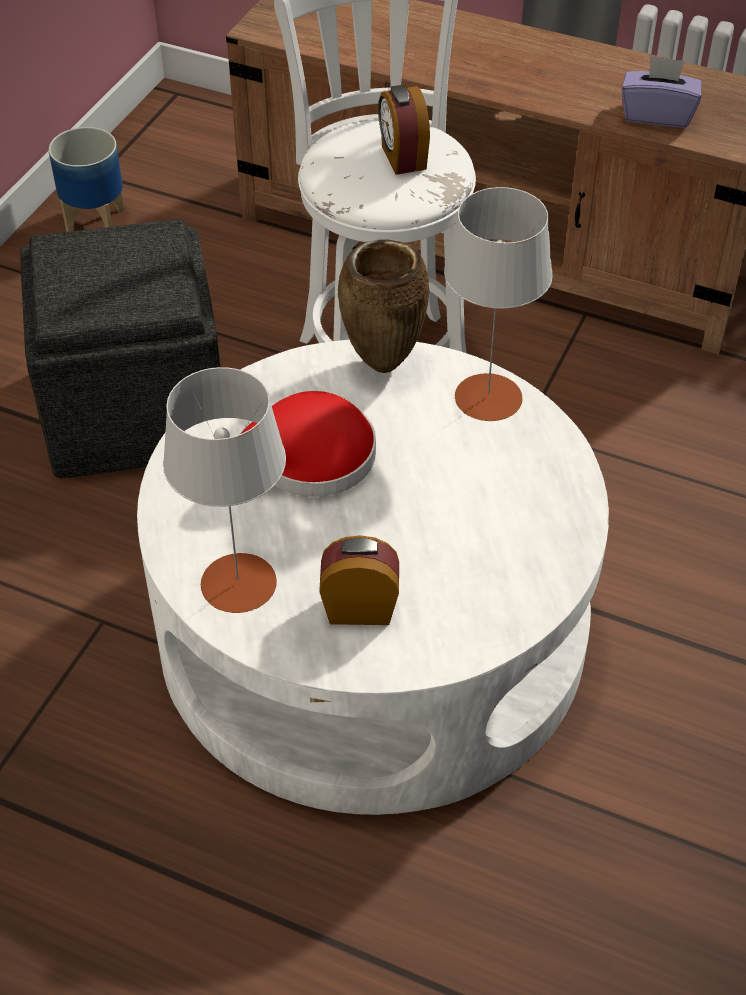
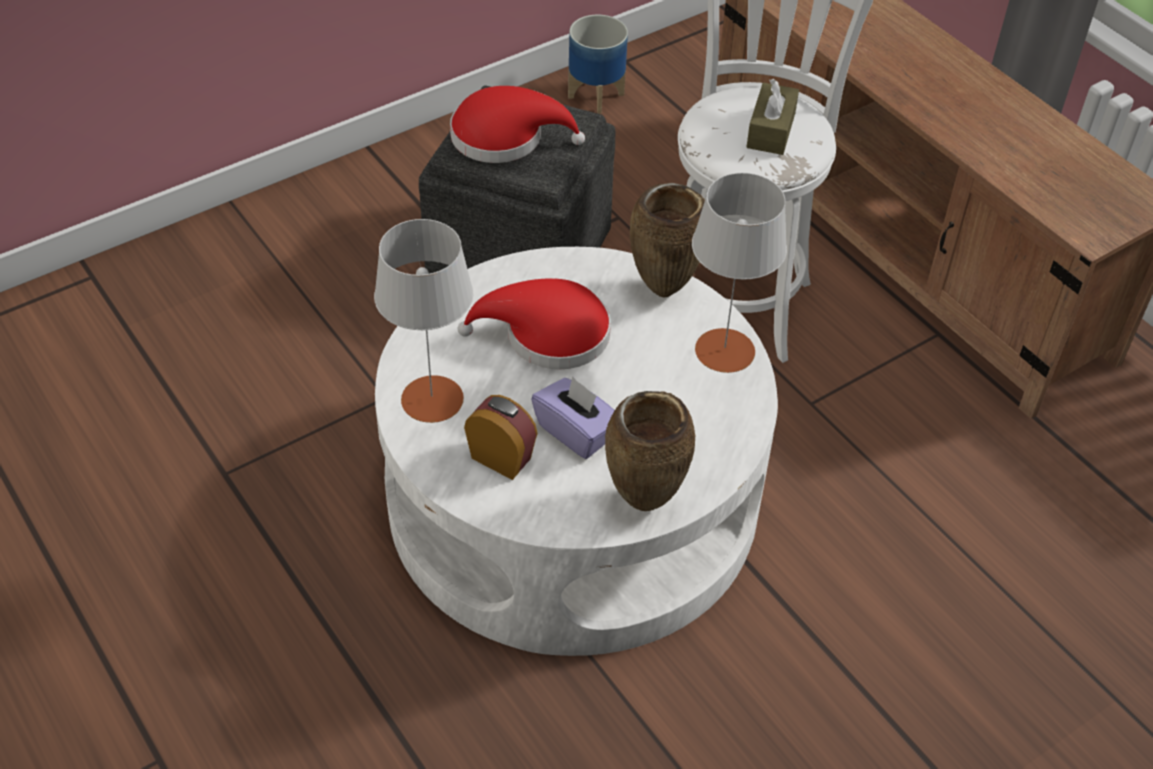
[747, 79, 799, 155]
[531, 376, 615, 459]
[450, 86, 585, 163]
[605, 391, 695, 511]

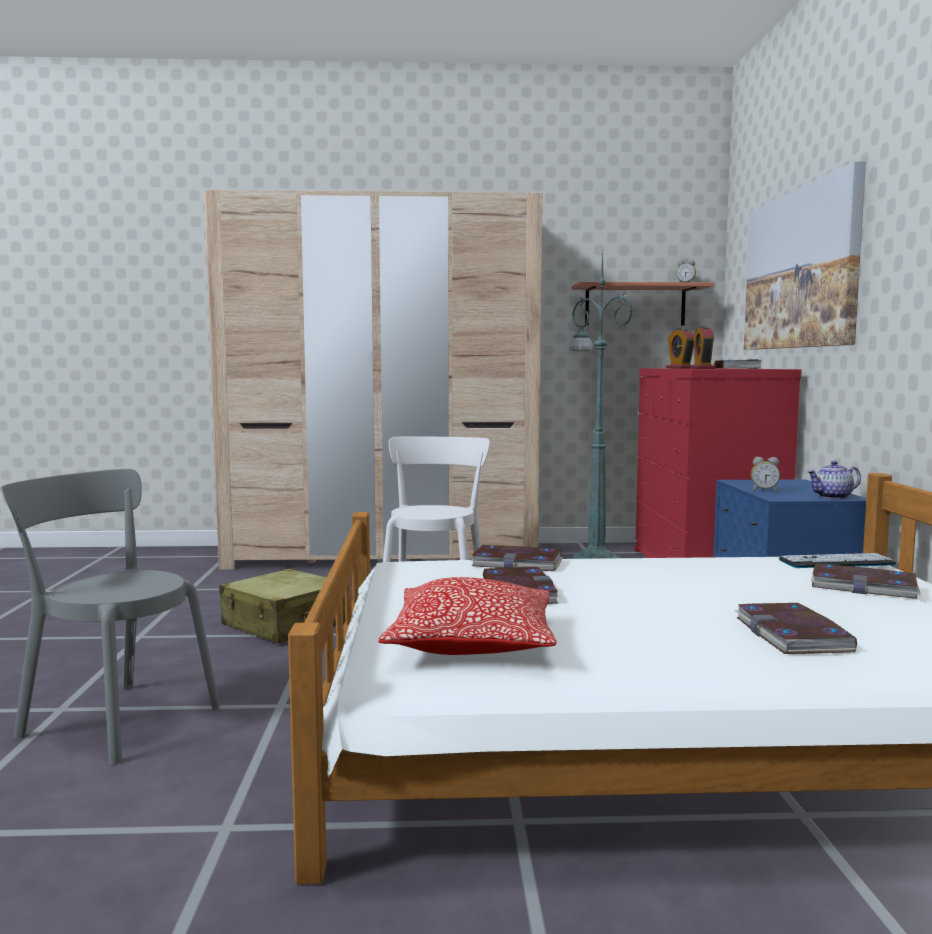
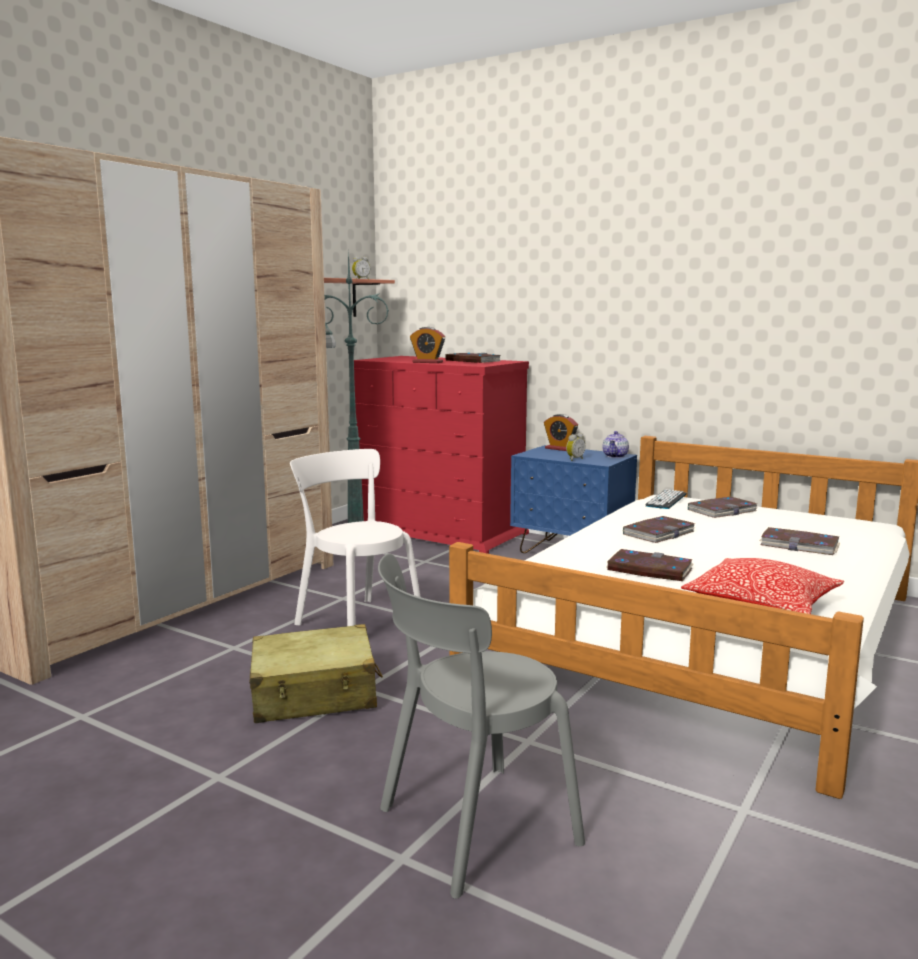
[623, 516, 696, 543]
[544, 414, 578, 451]
[744, 161, 866, 350] (first image)

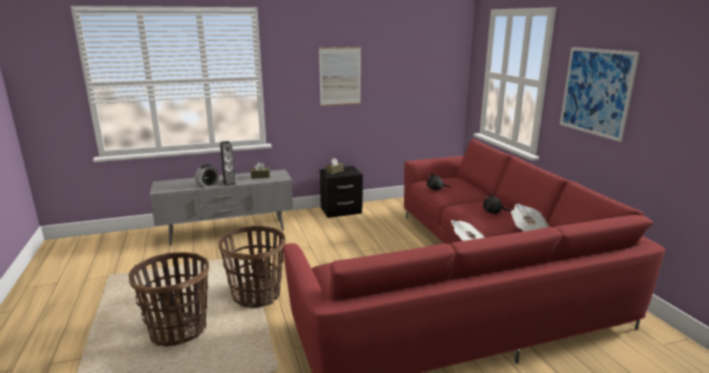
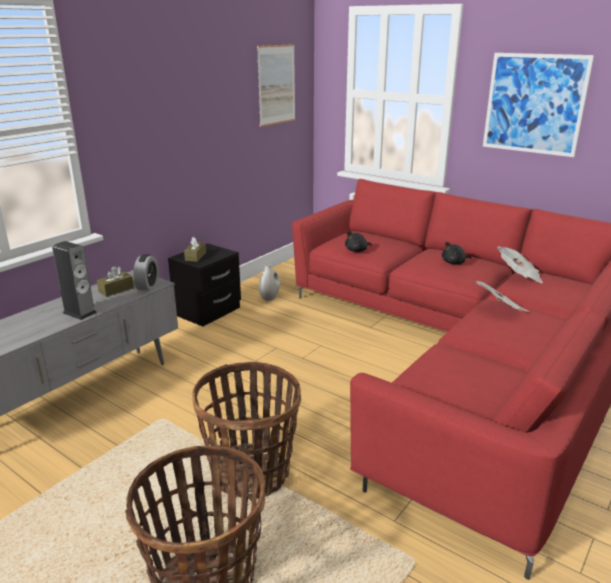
[133, 254, 158, 290]
[257, 44, 295, 127]
[259, 264, 280, 301]

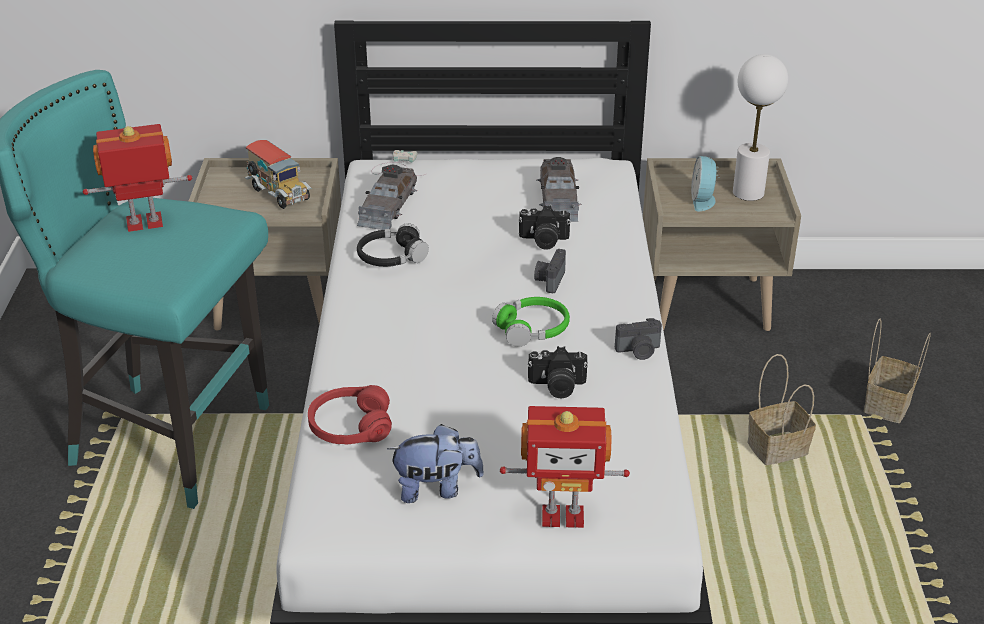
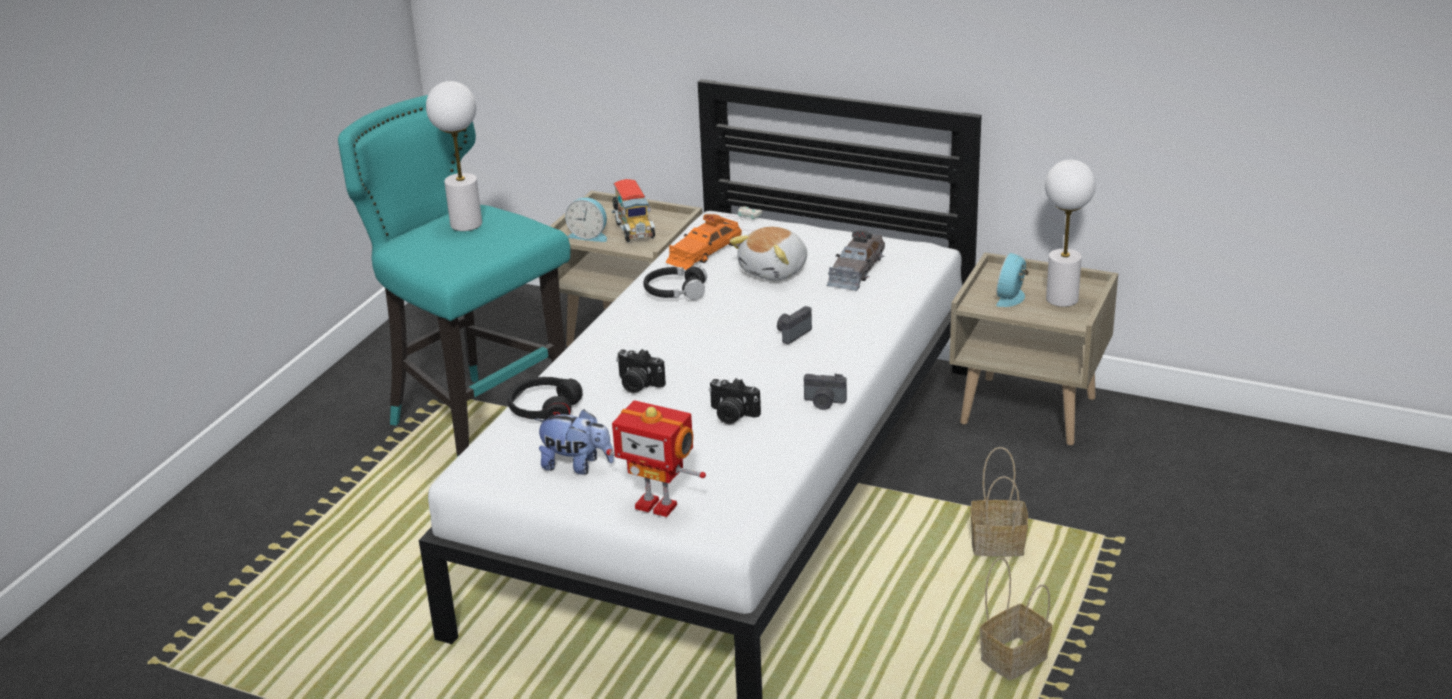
[426, 81, 482, 231]
[508, 377, 583, 420]
[665, 214, 742, 270]
[492, 297, 570, 347] (first image)
[616, 349, 666, 393]
[980, 557, 1052, 680]
[565, 198, 607, 242]
[730, 227, 807, 281]

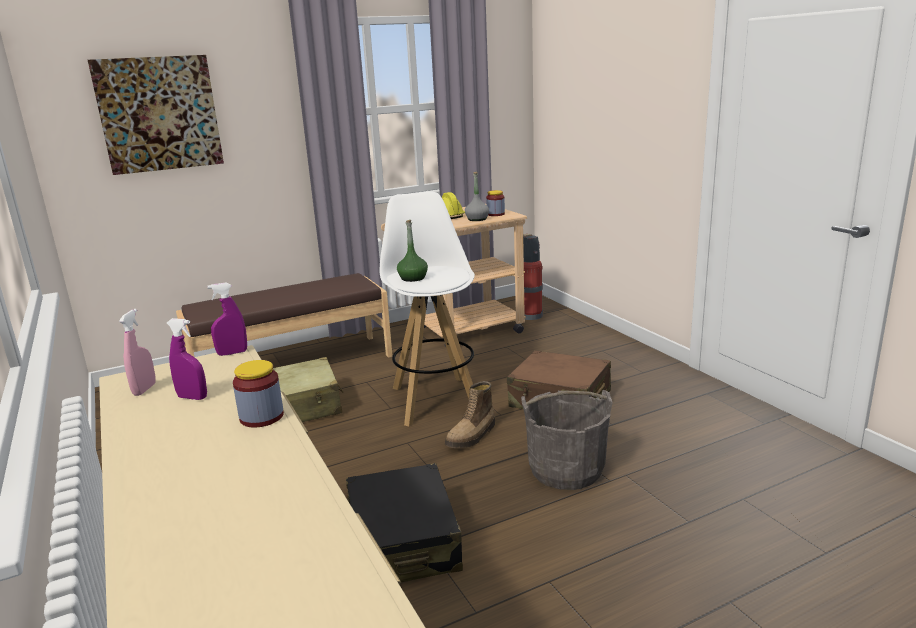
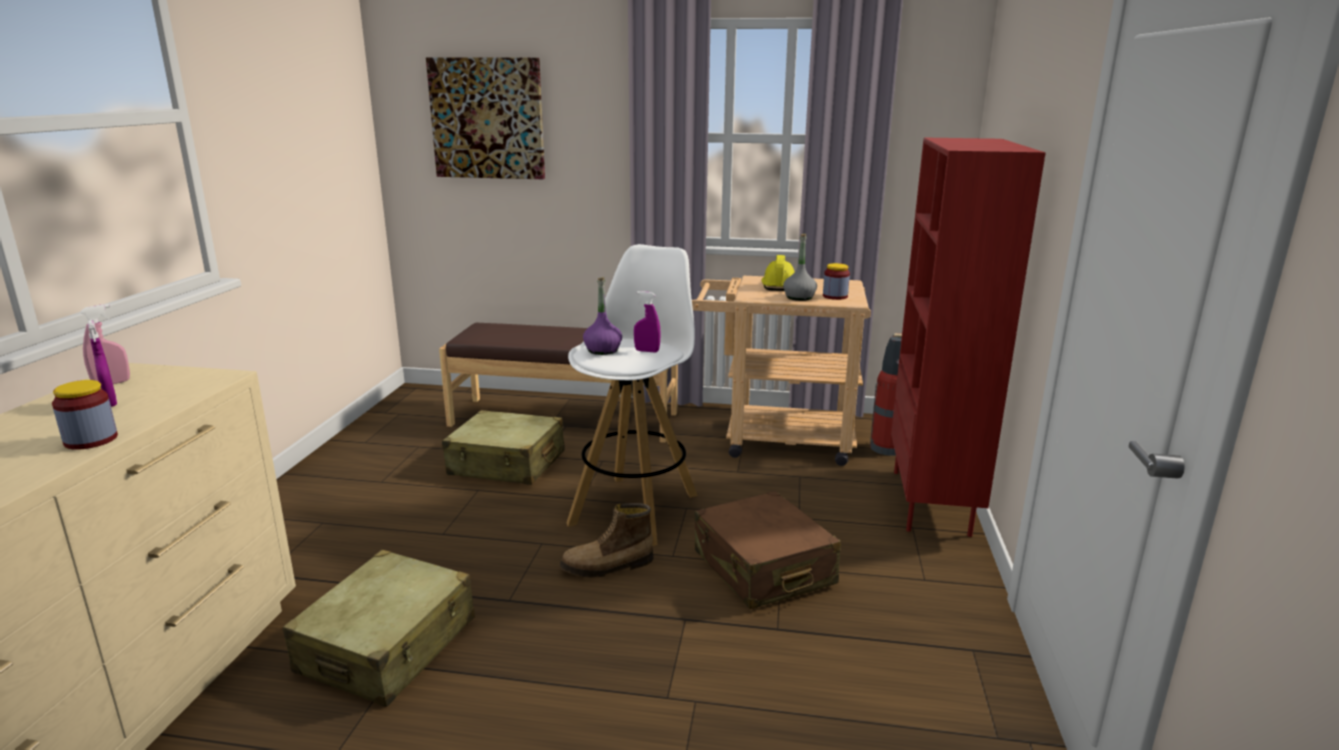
[634, 291, 661, 352]
[283, 550, 475, 707]
[583, 277, 622, 355]
[521, 390, 613, 490] (first image)
[891, 138, 1046, 537]

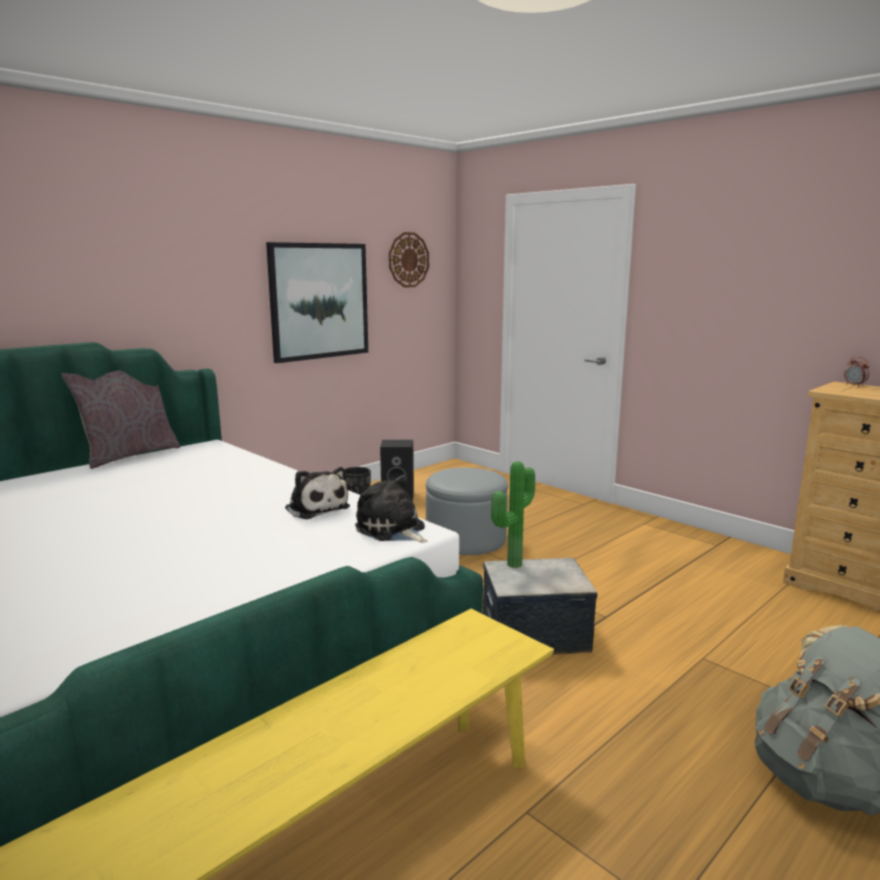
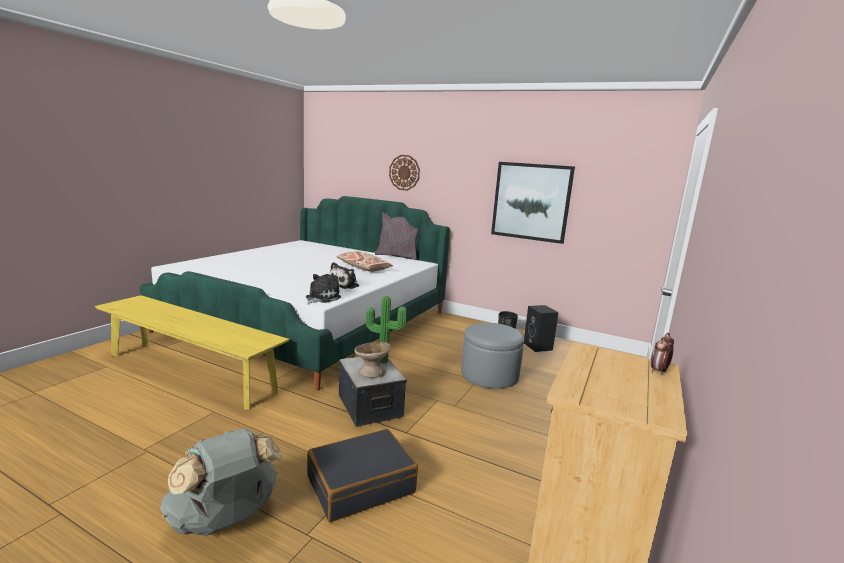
[389, 155, 420, 191]
[307, 429, 418, 522]
[336, 251, 393, 272]
[354, 342, 391, 378]

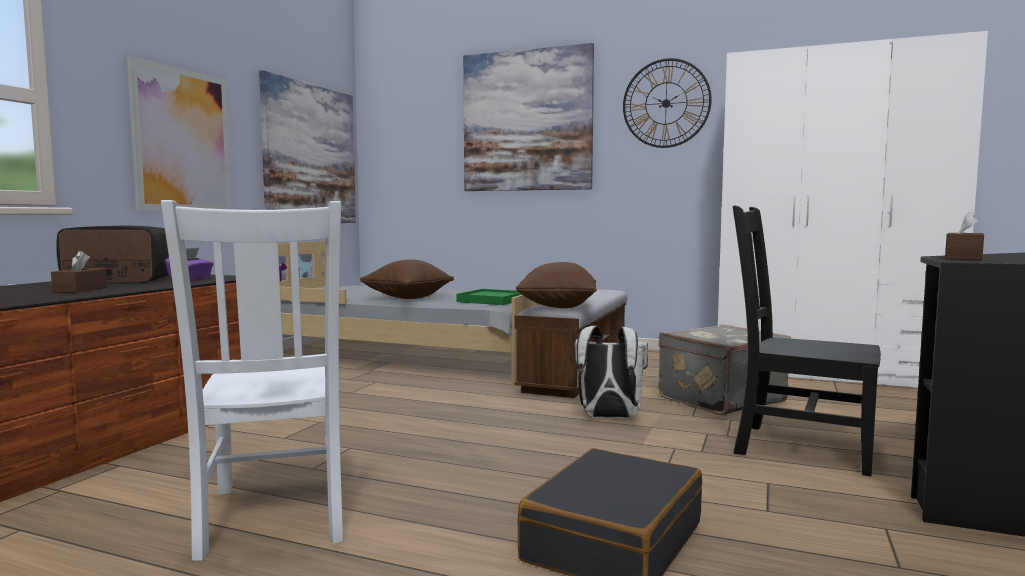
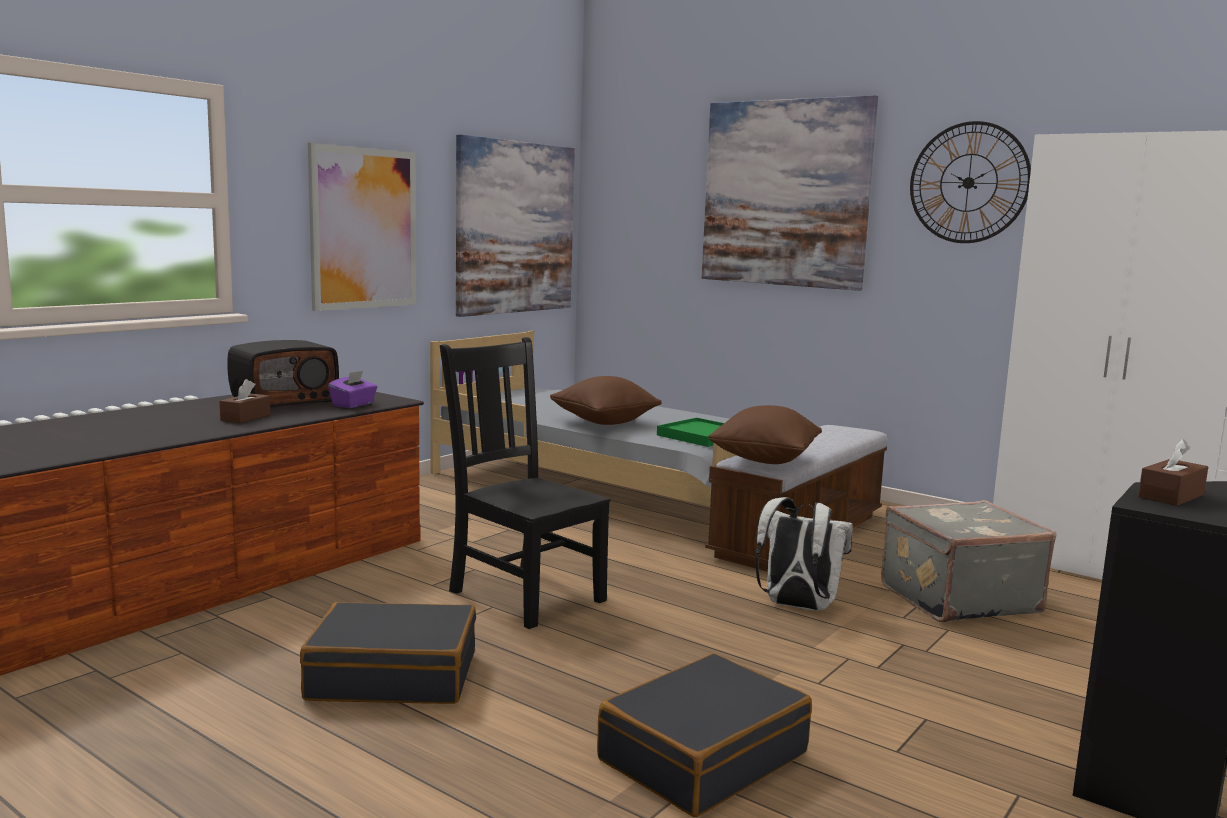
[227, 340, 339, 407]
[300, 602, 476, 704]
[440, 337, 611, 629]

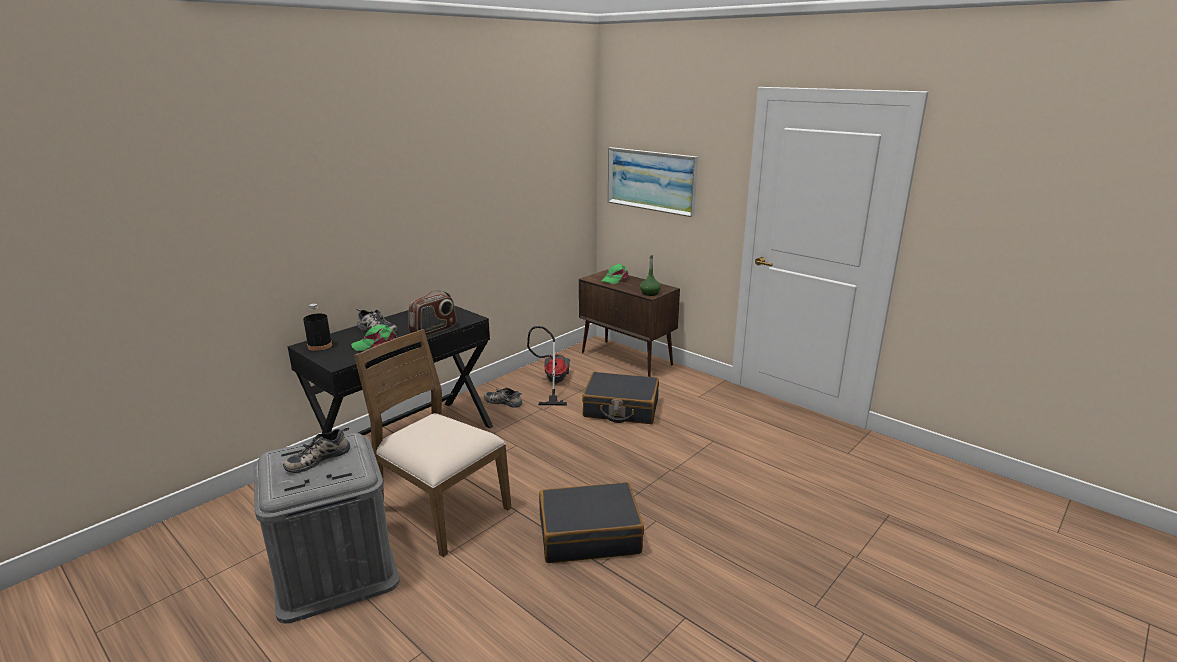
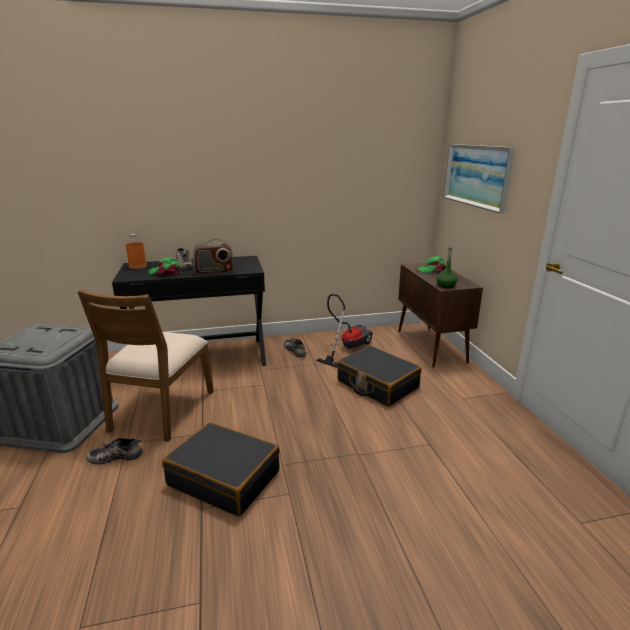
[86, 438, 142, 464]
[126, 234, 147, 269]
[78, 289, 214, 441]

